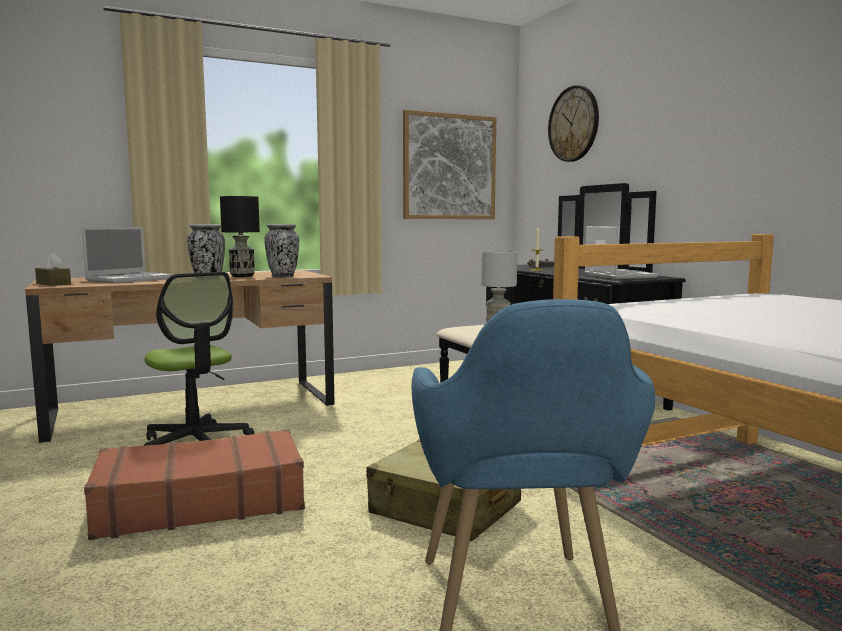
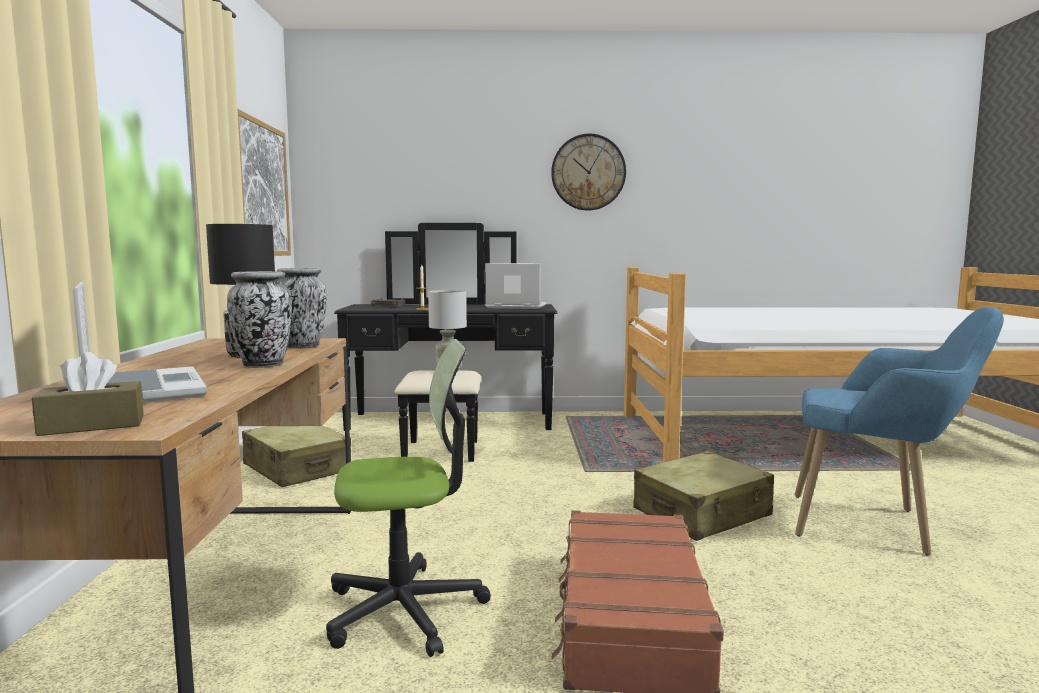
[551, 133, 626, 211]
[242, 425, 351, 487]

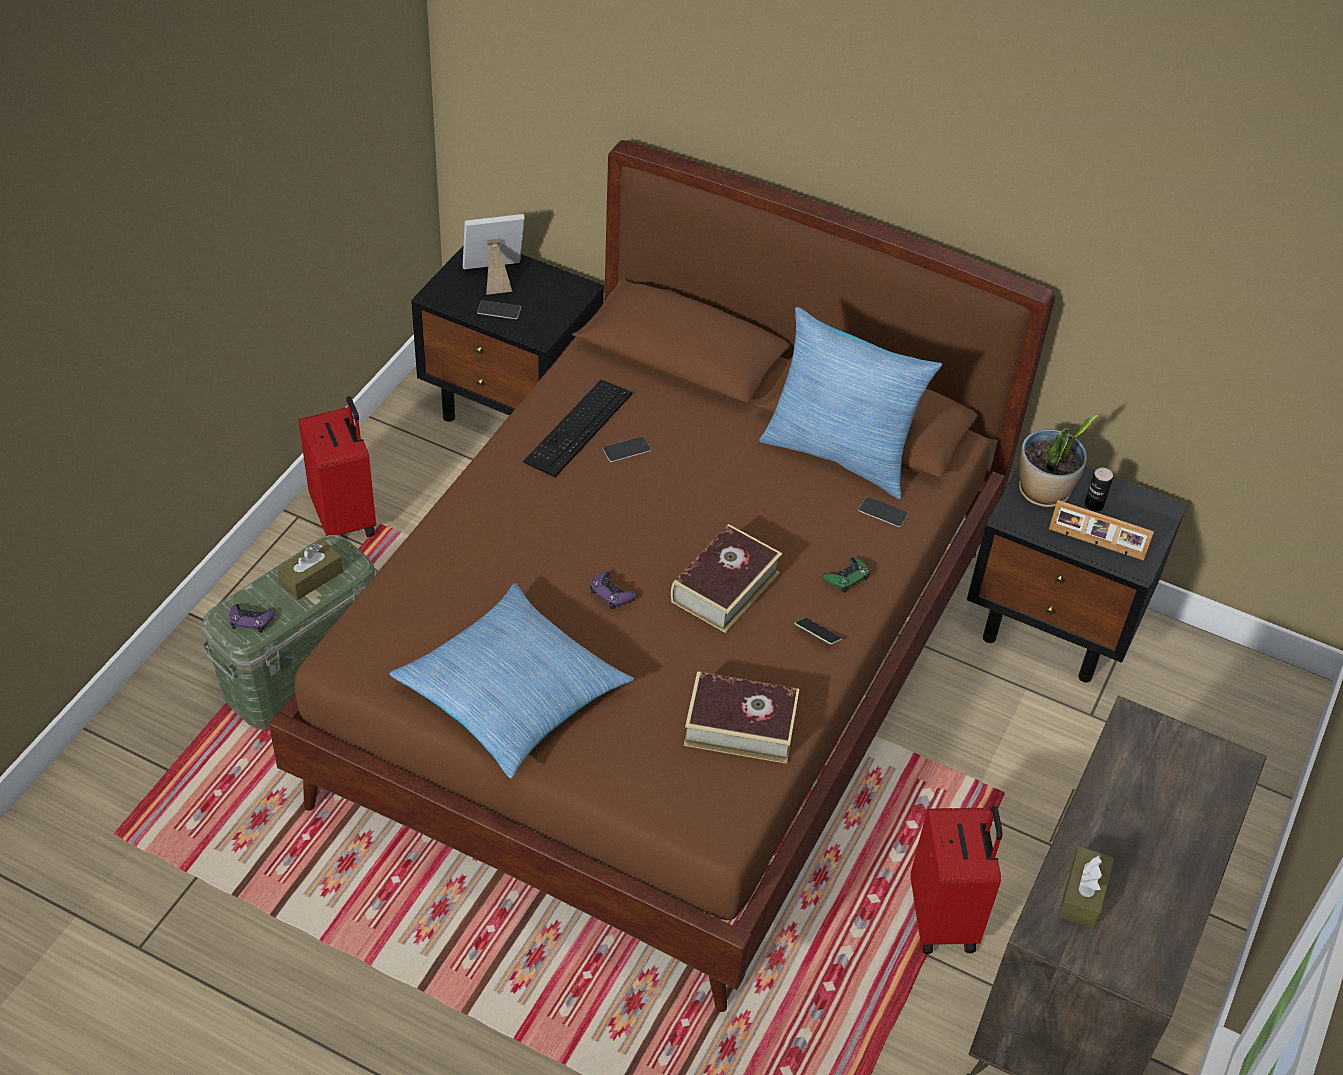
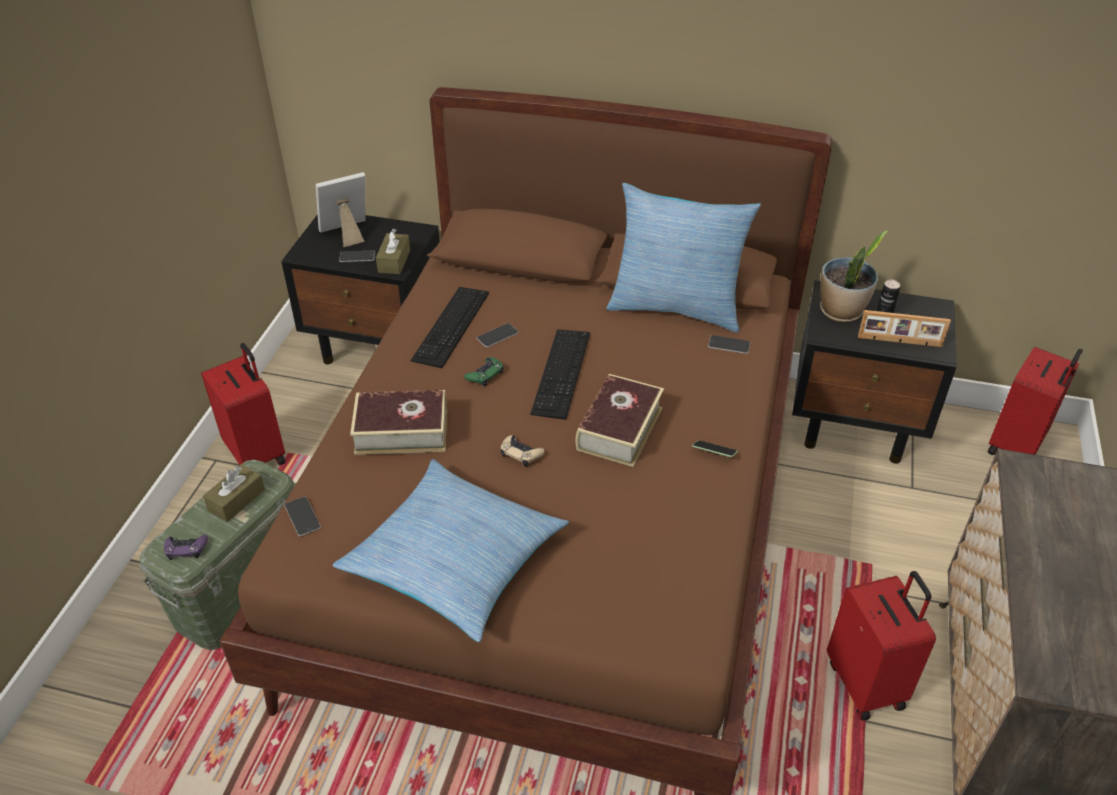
[500, 435, 544, 467]
[350, 390, 447, 455]
[464, 357, 504, 386]
[376, 229, 410, 274]
[284, 496, 321, 536]
[530, 329, 590, 420]
[987, 347, 1083, 455]

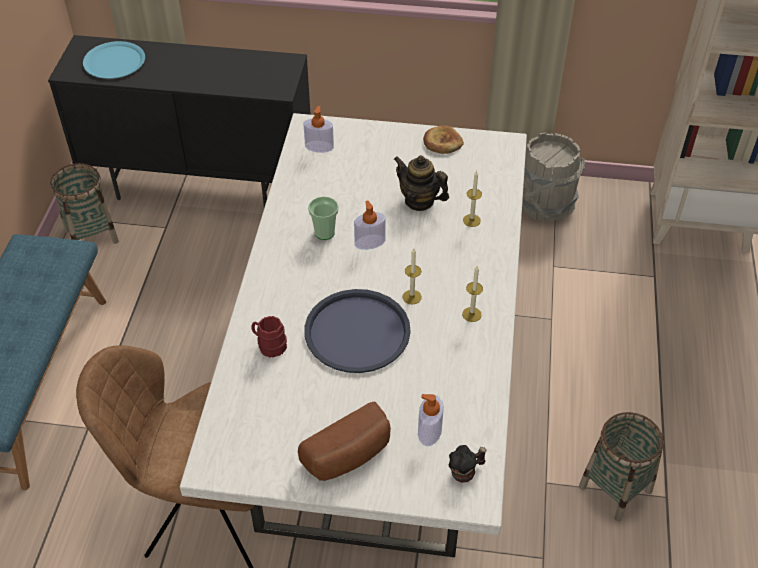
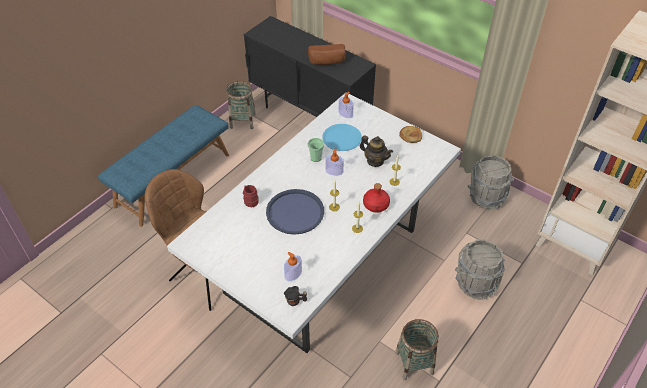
[322, 124, 362, 151]
[308, 44, 346, 65]
[360, 135, 393, 167]
[363, 183, 390, 213]
[455, 239, 505, 300]

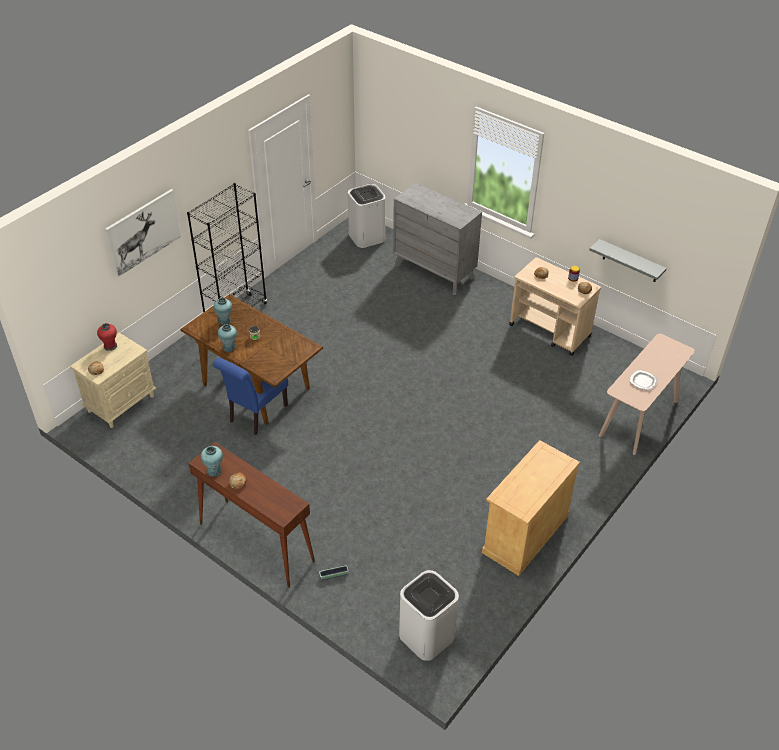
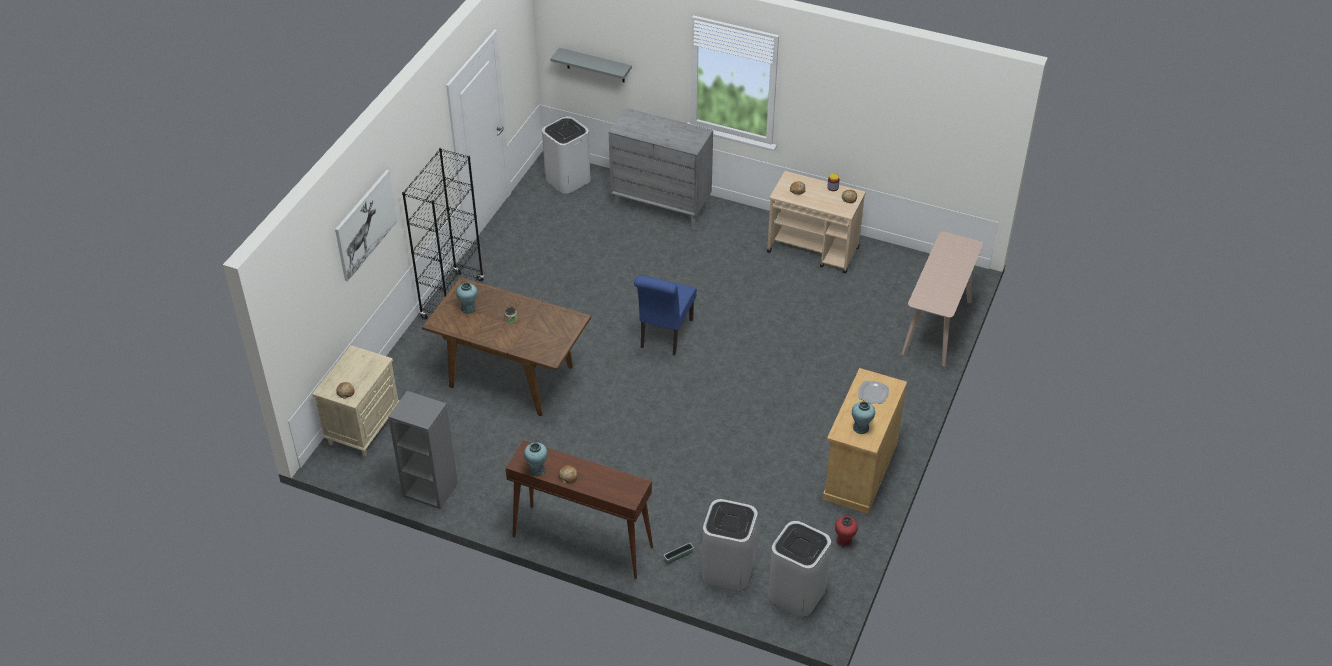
[835, 516, 858, 548]
[634, 276, 697, 355]
[852, 401, 875, 434]
[550, 48, 632, 82]
[858, 381, 889, 404]
[388, 391, 458, 509]
[702, 499, 758, 591]

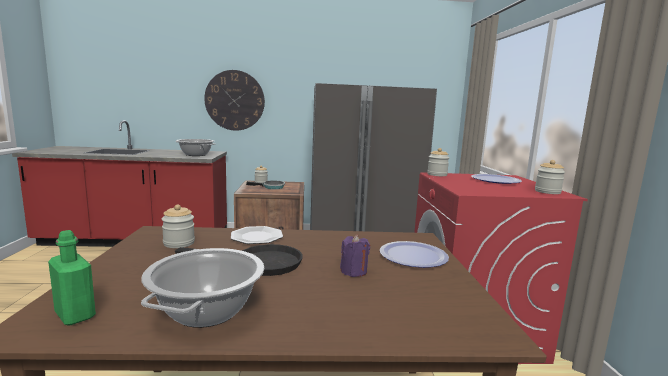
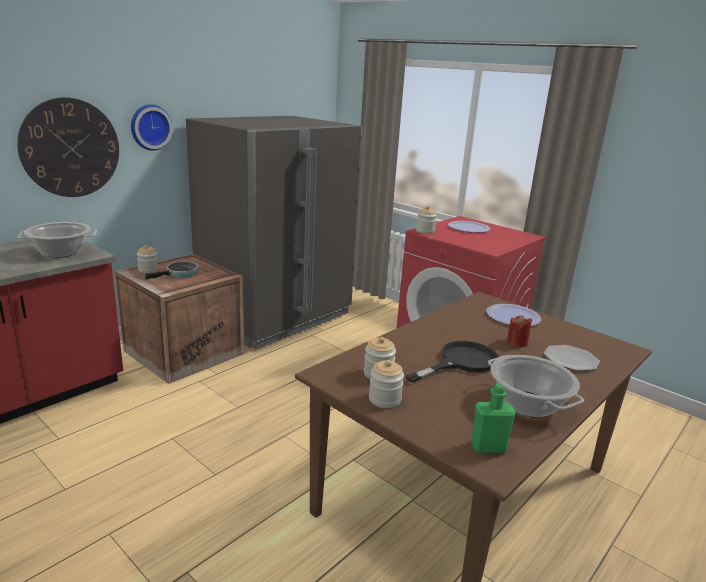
[544, 345, 600, 371]
[507, 315, 532, 347]
[369, 360, 404, 408]
[131, 104, 173, 151]

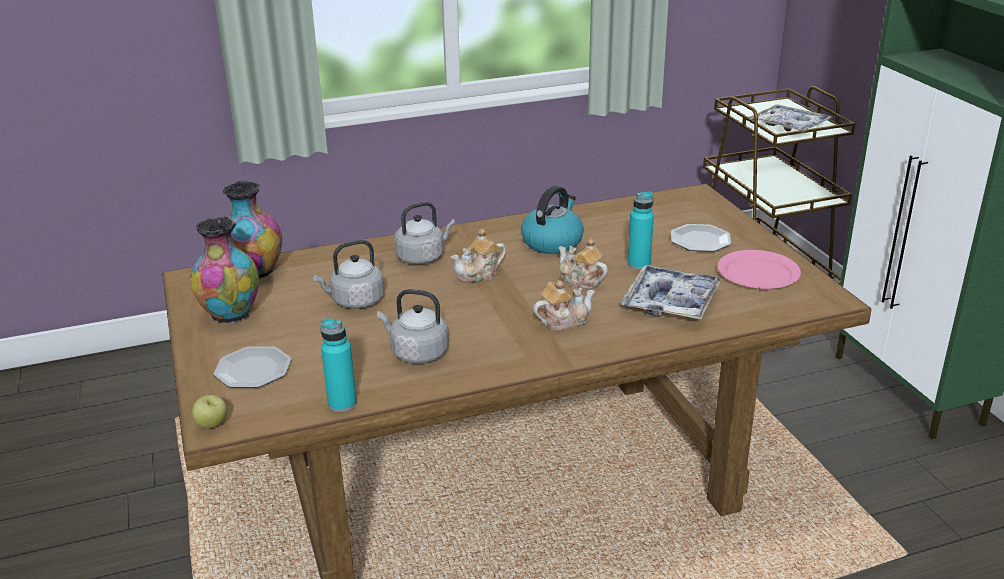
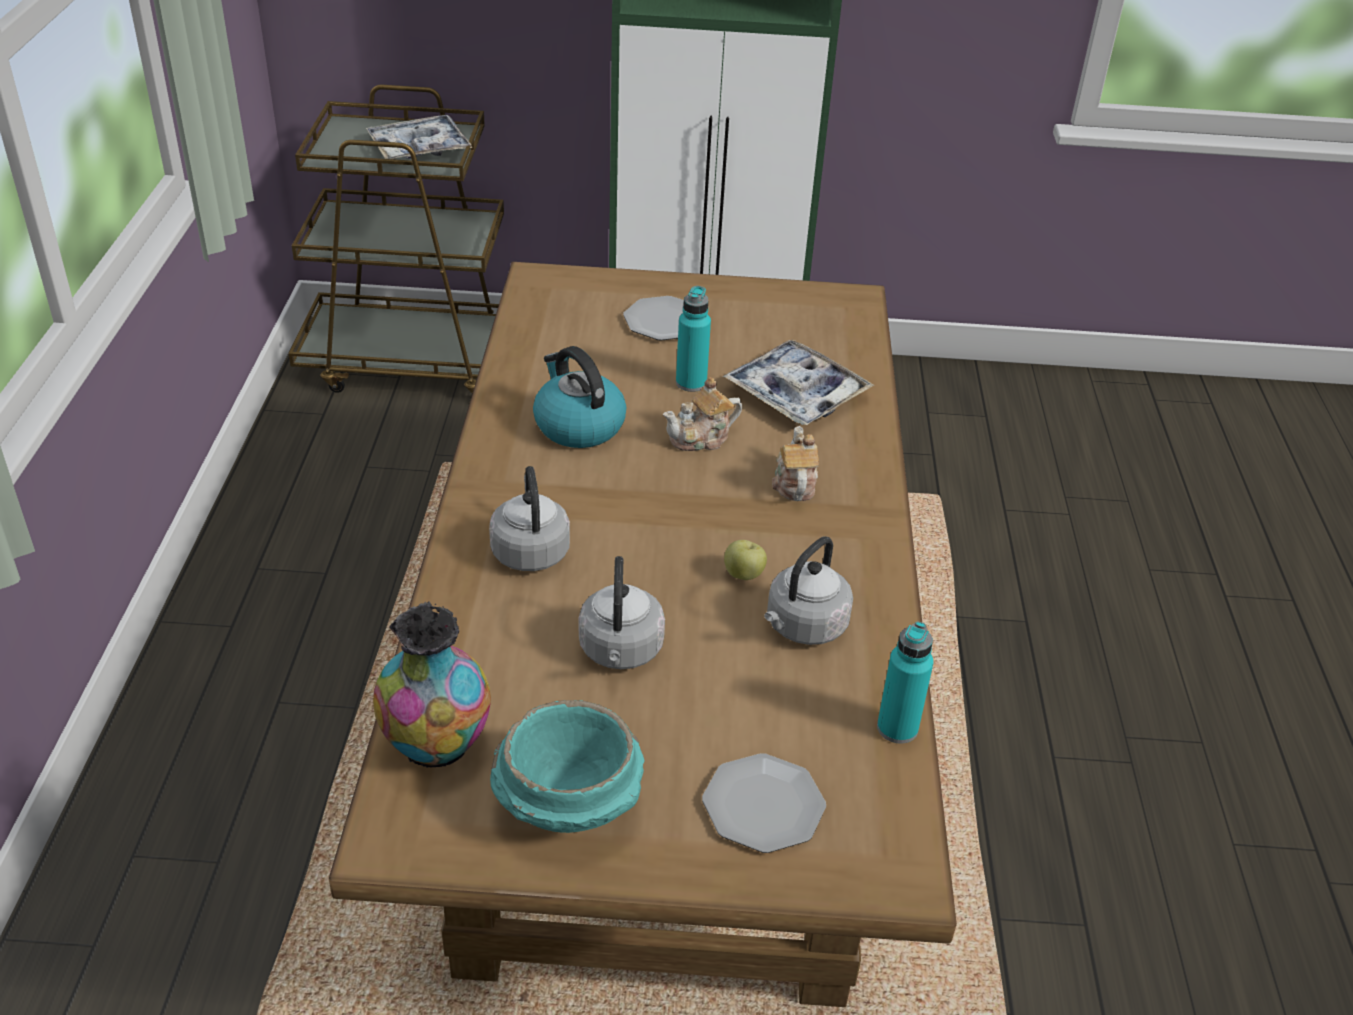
[490, 700, 644, 833]
[724, 540, 767, 580]
[451, 229, 506, 283] (first image)
[718, 250, 801, 289] (first image)

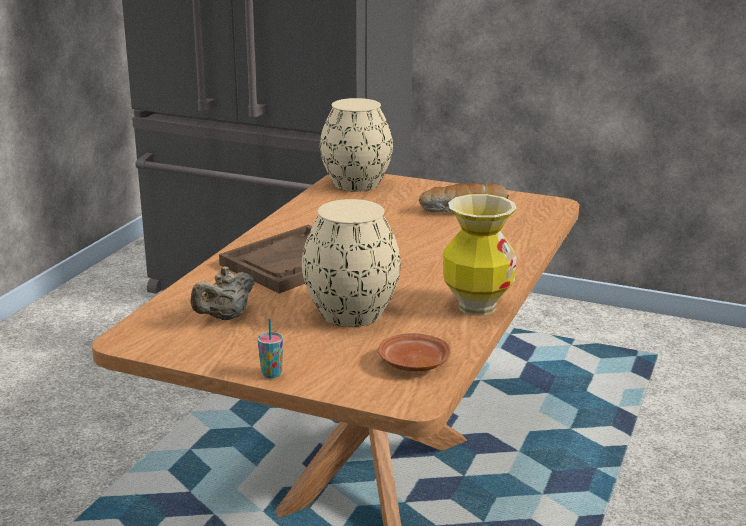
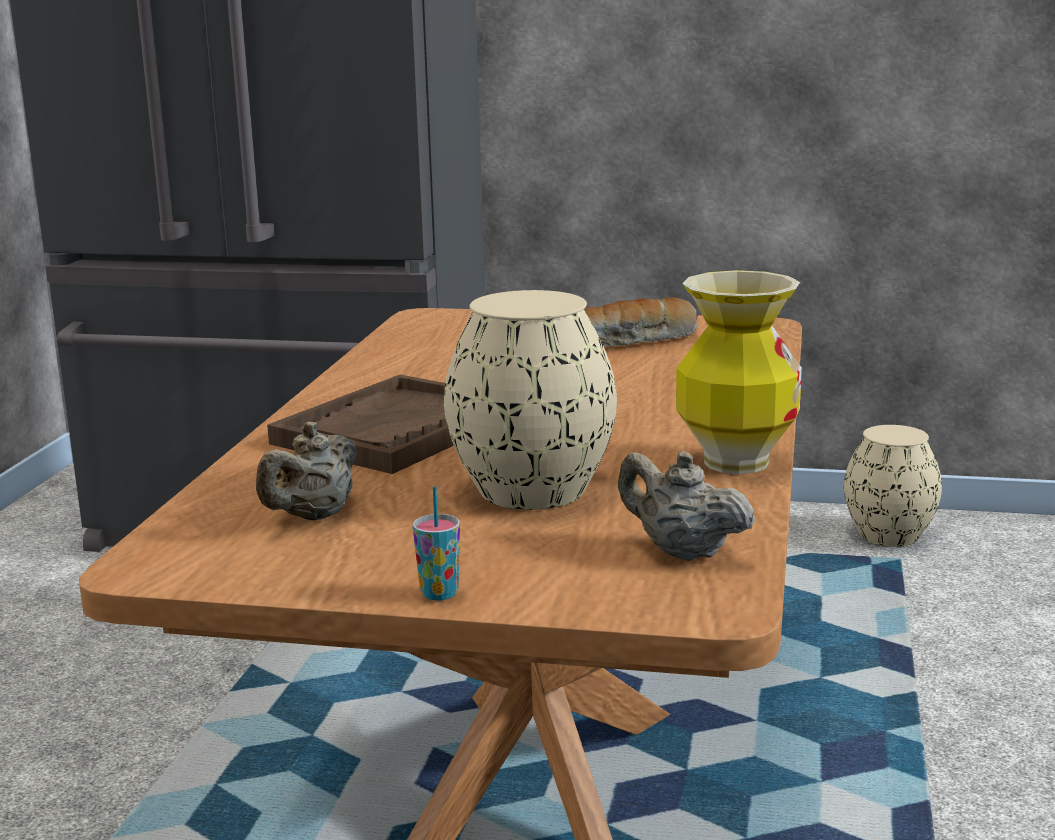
[844, 425, 942, 547]
[618, 451, 755, 561]

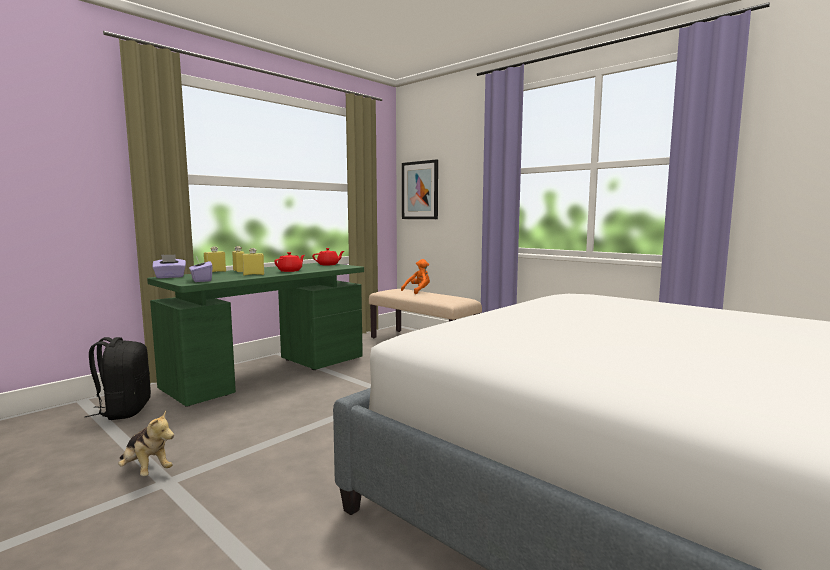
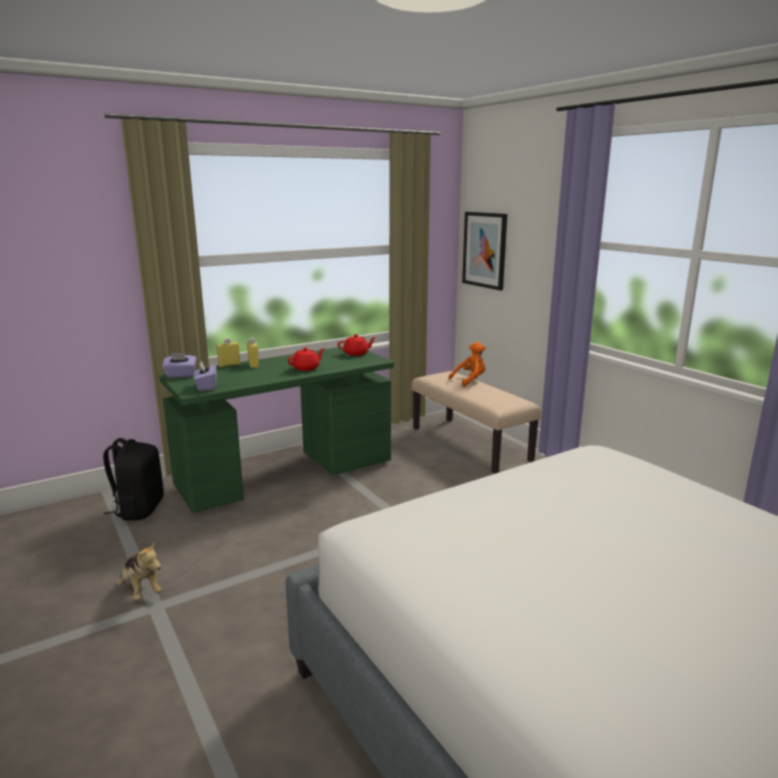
[242, 248, 264, 275] (first image)

